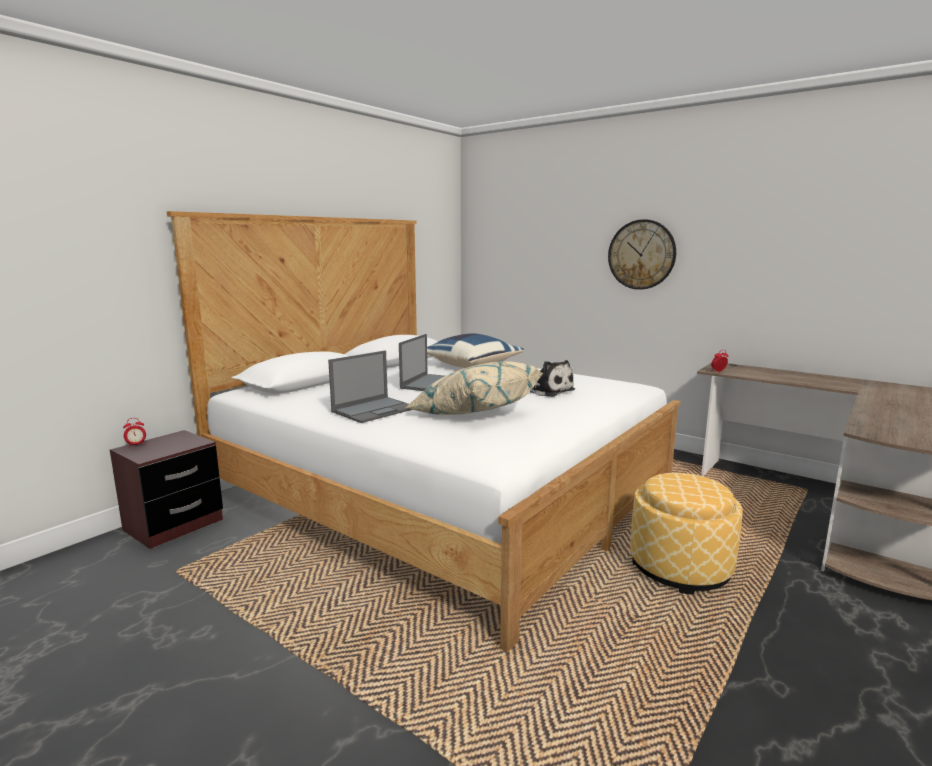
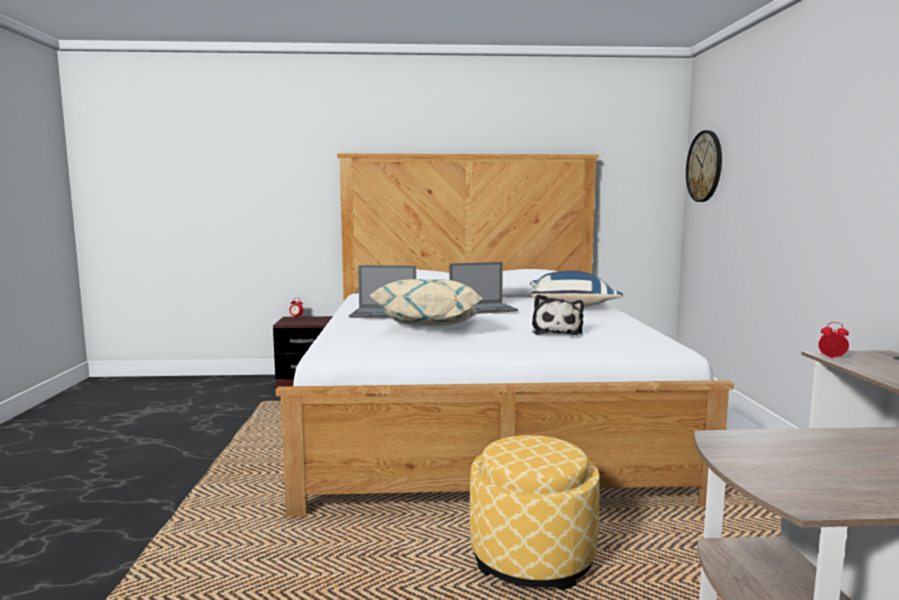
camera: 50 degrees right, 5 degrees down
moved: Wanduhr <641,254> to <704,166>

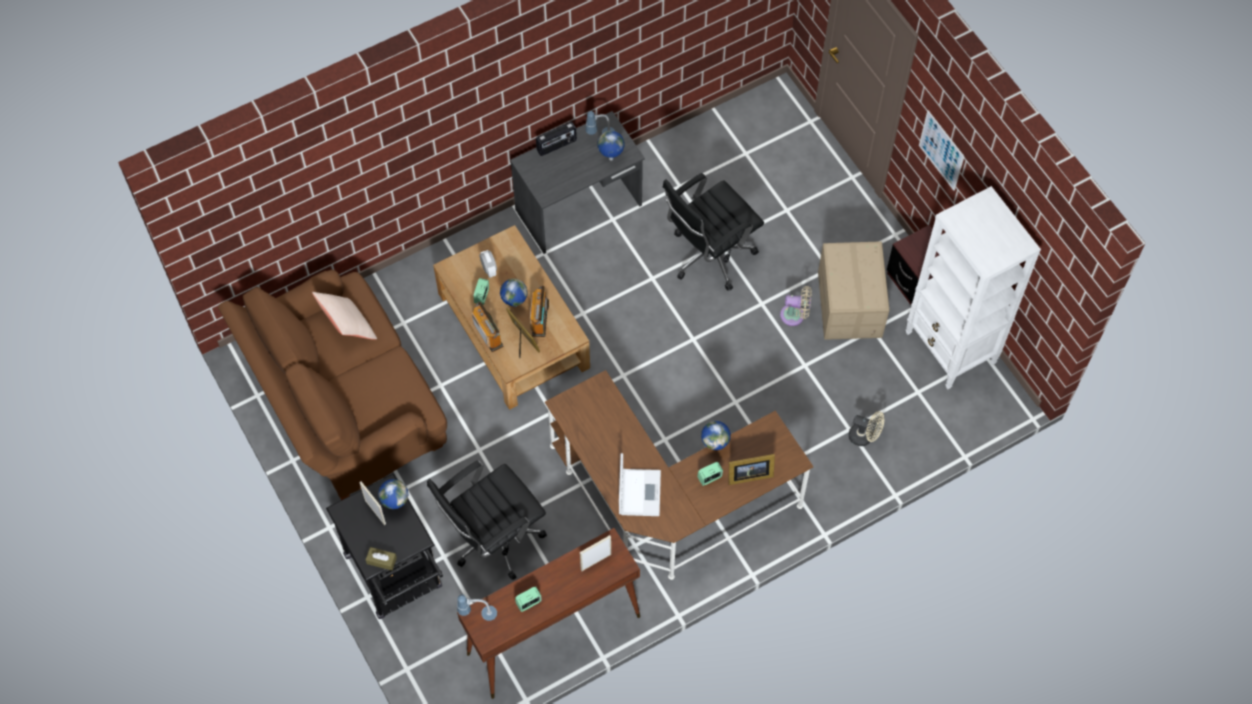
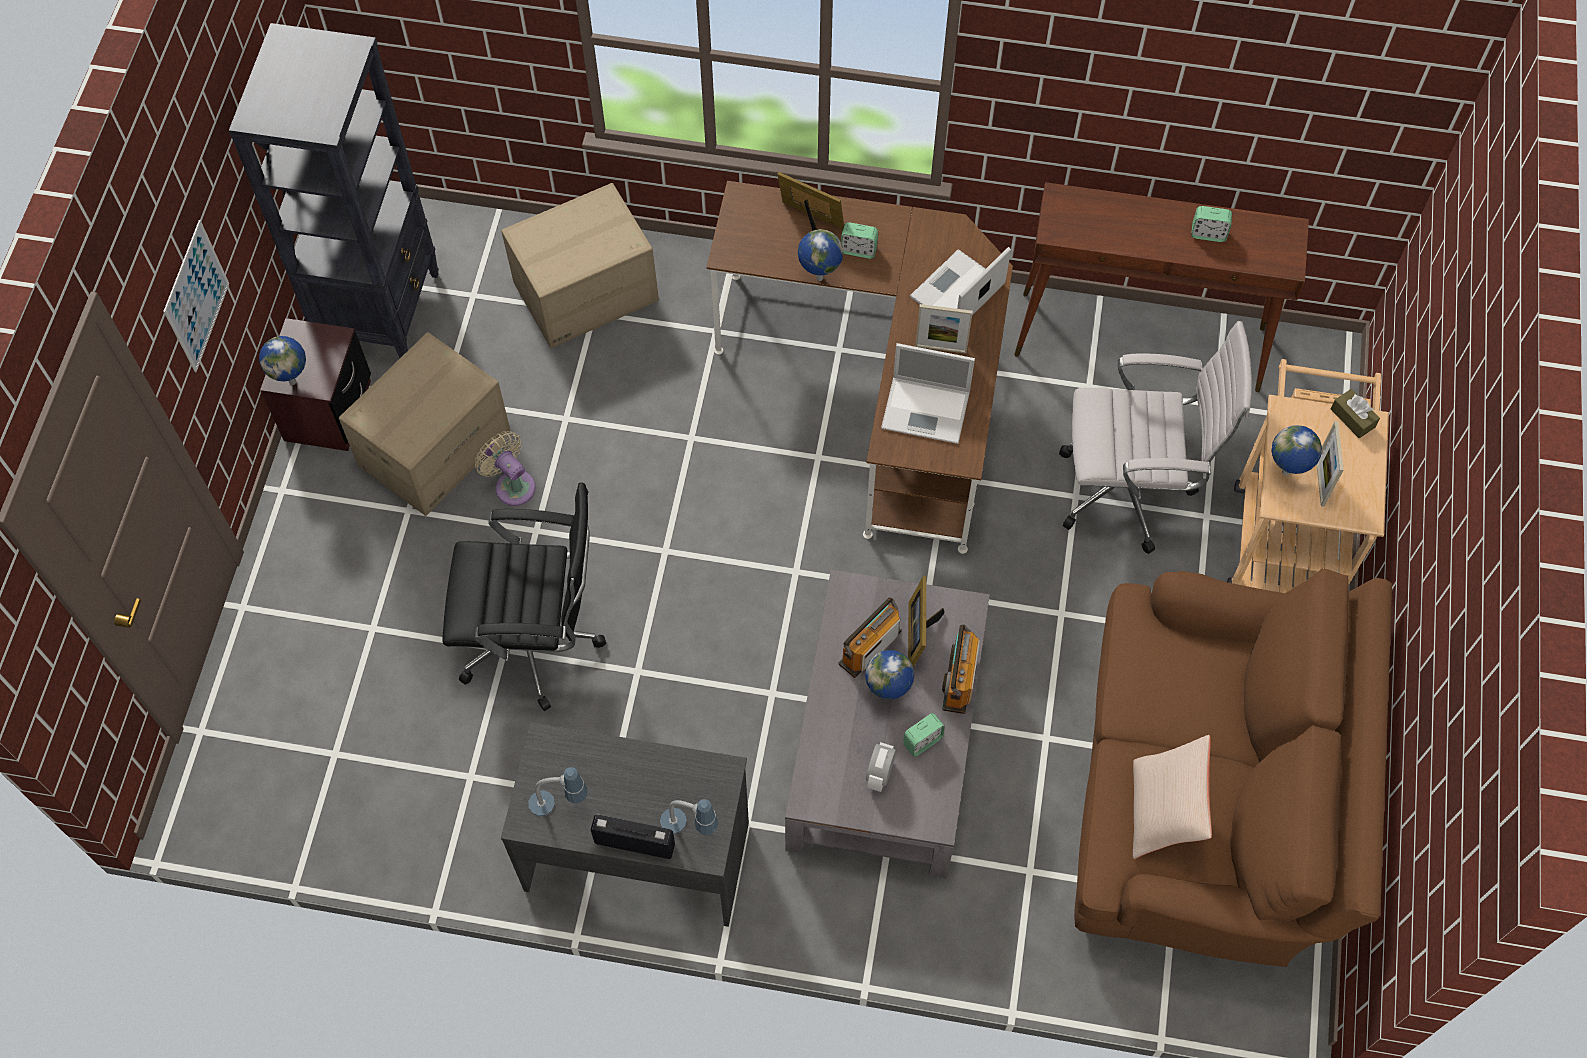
camera: 140 degrees left, 0 degrees up
added: Laptop <927,410>
moved: Globus <611,159> to <293,381>; Tischlampe <478,615> to <690,829>; Bilderrahmen <596,562> to <941,348>
replaced: Ventilator [beige] <864,437> to Karton <586,293>
recoloured: Bücherregal [weiß] <950,349> to Bücherregal [schwarz] <382,312>; Couchtisch [braun] <513,330> to Couchtisch [grau] <885,742>; Bürostuhl [schwarz] <493,540> to Bürostuhl [weiß] <1130,491>; Rollwagen [schwarz] <397,578> to Rollwagen [beige] <1284,532>

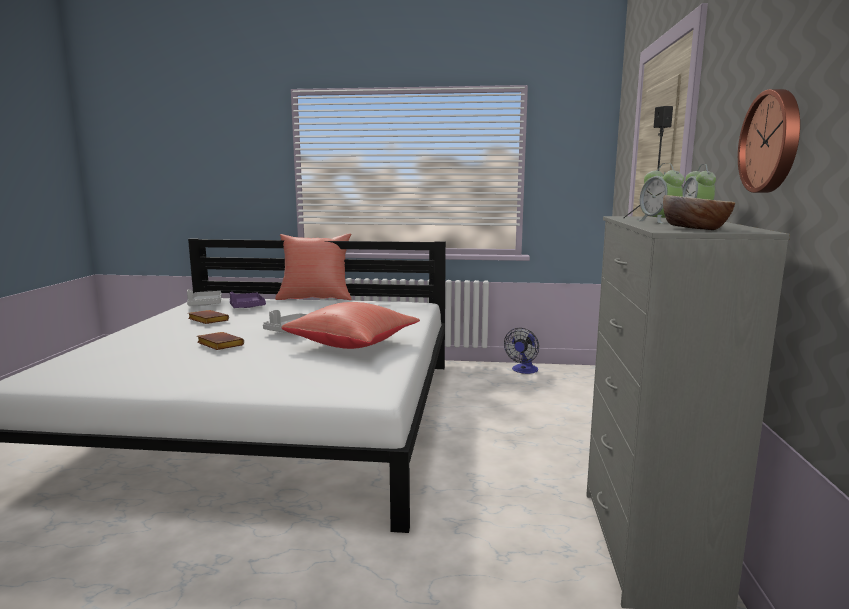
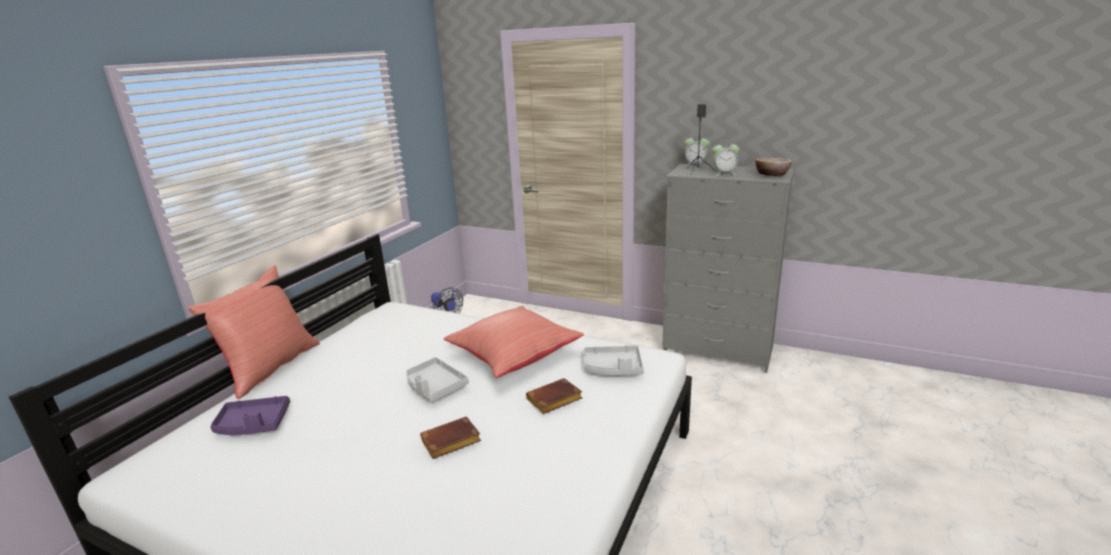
camera: 70 degrees left, 10 degrees up
removed: Wanduhr <772,142>
moved: Buch [braun] <207,320> to <553,401>; Tablett [grau] <205,304> to <613,368>

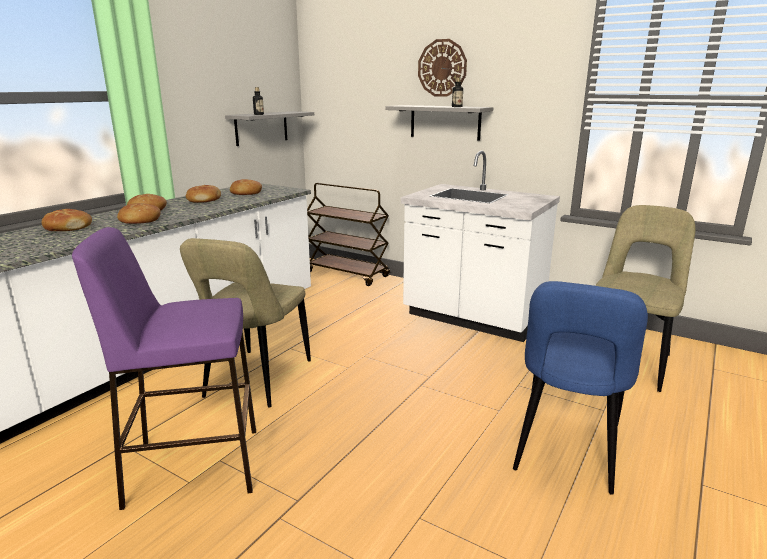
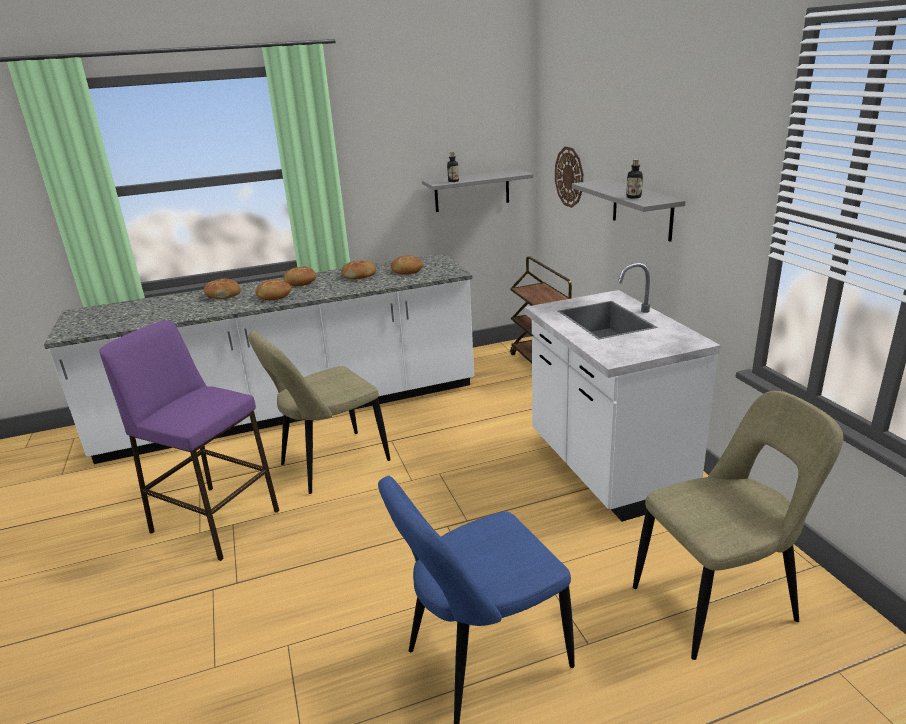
camera: 40 degrees right, 5 degrees up
moved: Wanduhr <442,68> to <569,177>

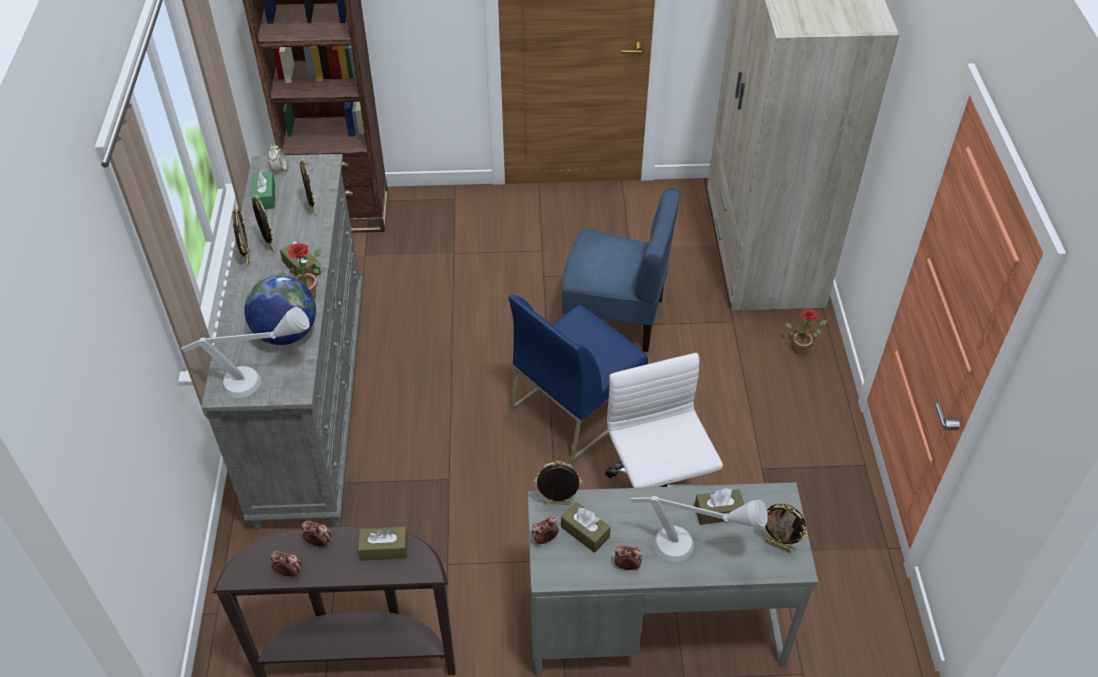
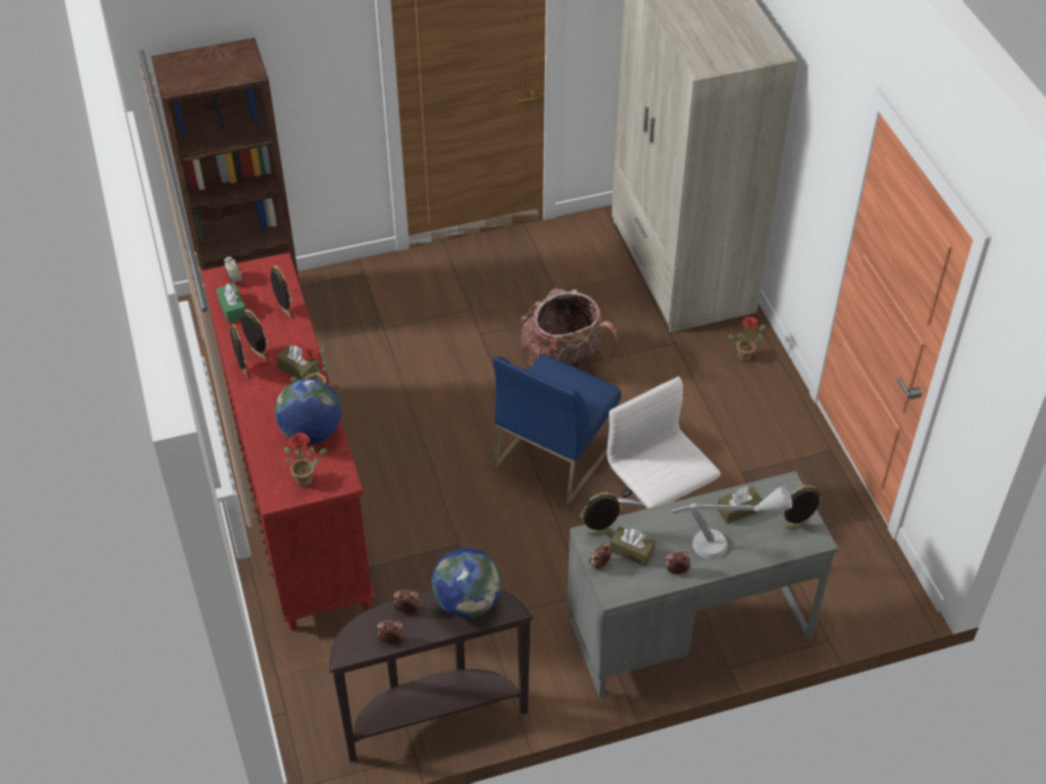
camera: 15 degrees left, 0 degrees up
replaced: Tischlampe [grau] <262,380> to Topfpflanze <308,479>; Taschentuchbox [braun] <384,548> to Globus <467,602>; Stuhl [blau] <615,318> to Rucksack <563,361>
recoloured: Kommode [grau] <312,402> to Kommode [rot] <299,501>
turned: Bilderrahmen <778,546> = <797,526> 150 degrees clockwise

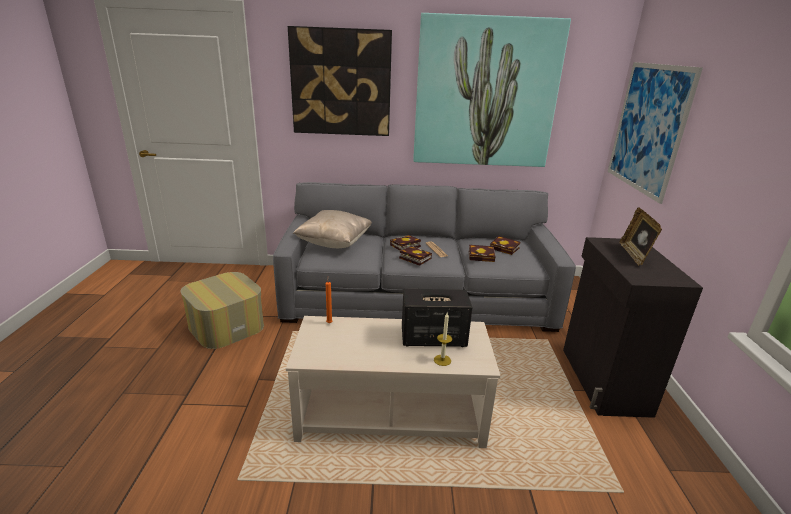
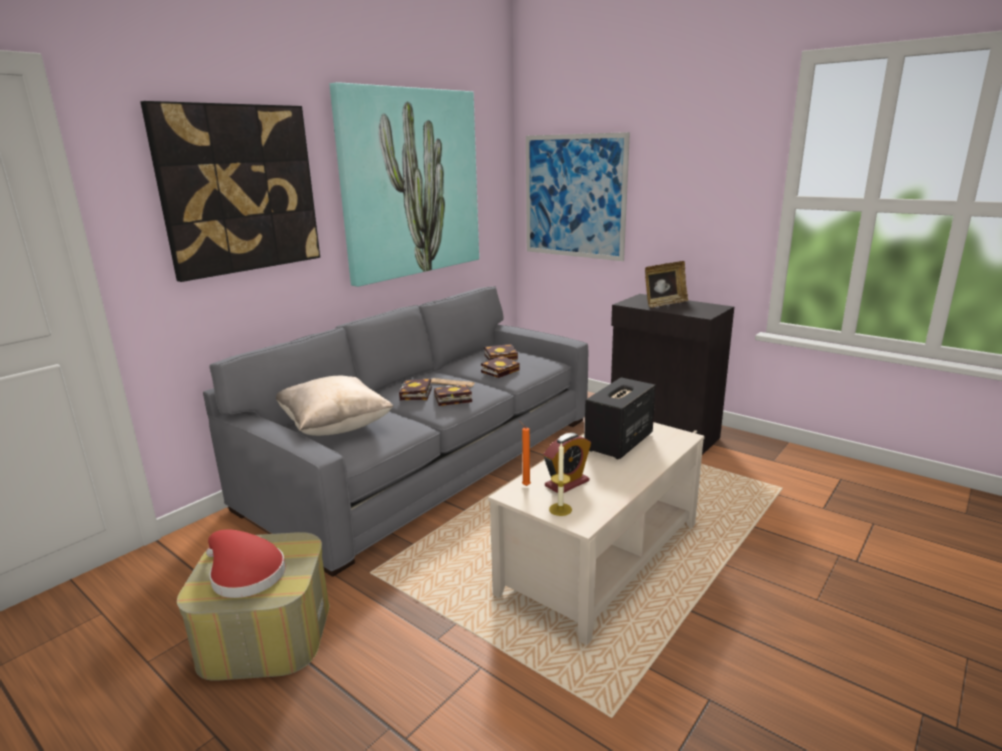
camera: 50 degrees left, 5 degrees down
added: Hut [rot] <244,574>; Wecker <567,483>
moved: Kerze <442,360> to <560,509>
turned: Bilderrahmen <634,255> = <664,303> 75 degrees counterclockwise

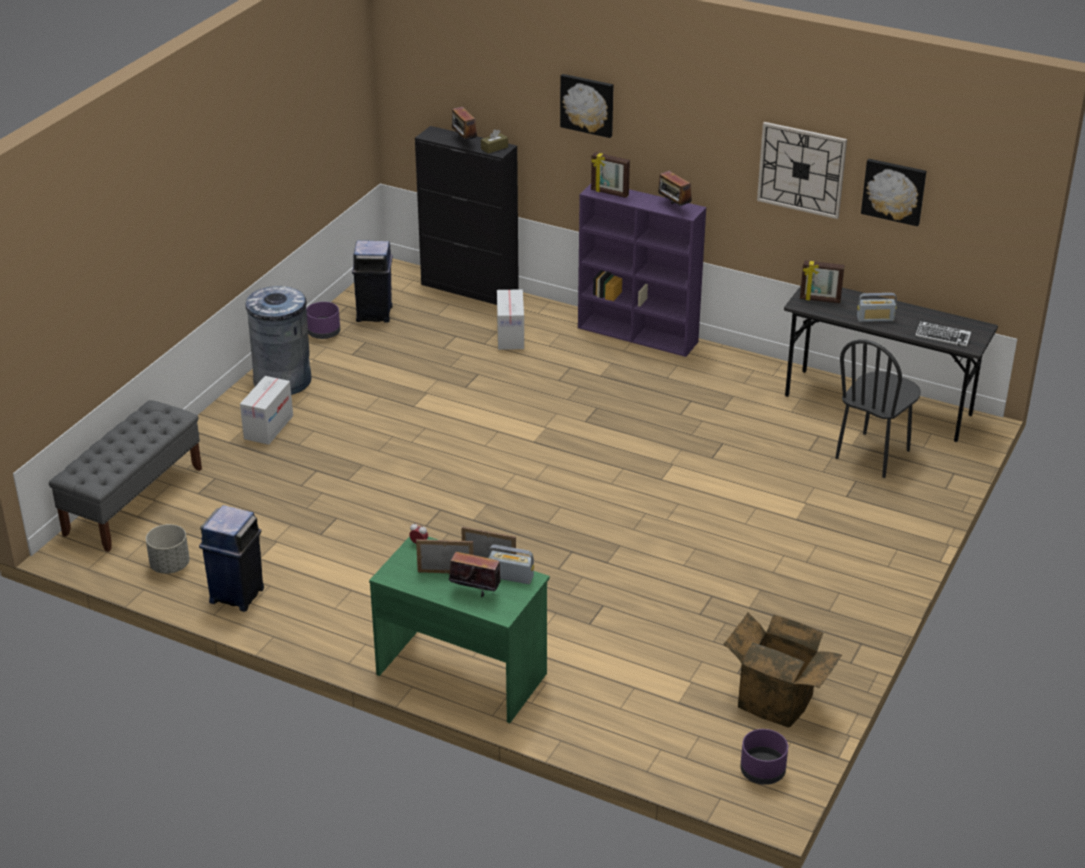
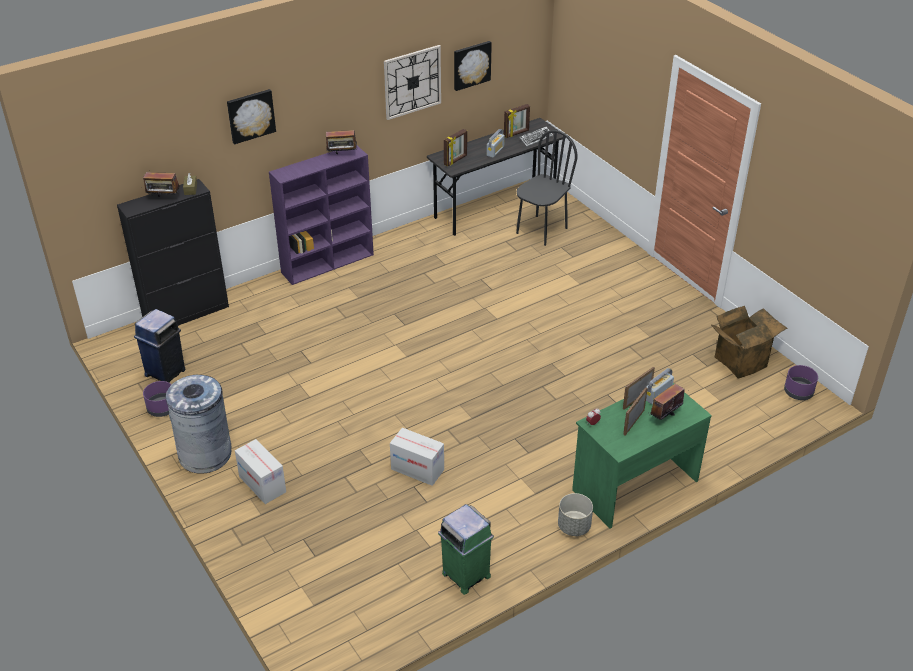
camera: 60 degrees left, 5 degrees up
removed: Bank [grau] <134,501>
moved: Karton <510,336> to <417,469>; Bilderrahmen <609,193> to <516,133>; Pflanzkübel [grau] <170,565> to <573,526>
recoloured: Mülleimer [blau] <237,594> to Mülleimer [grün] <465,574>
turned: Stuhl [schwarz] <873,454> = <541,230> 120 degrees counterclockwise

